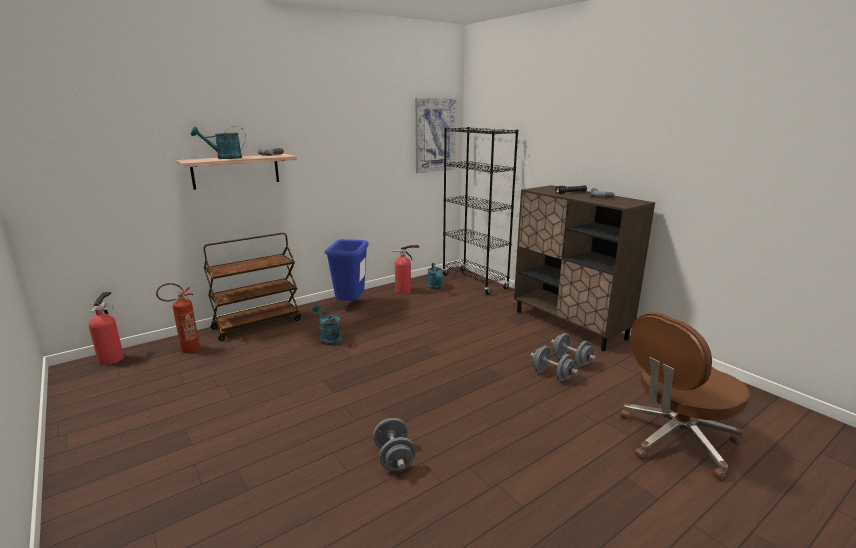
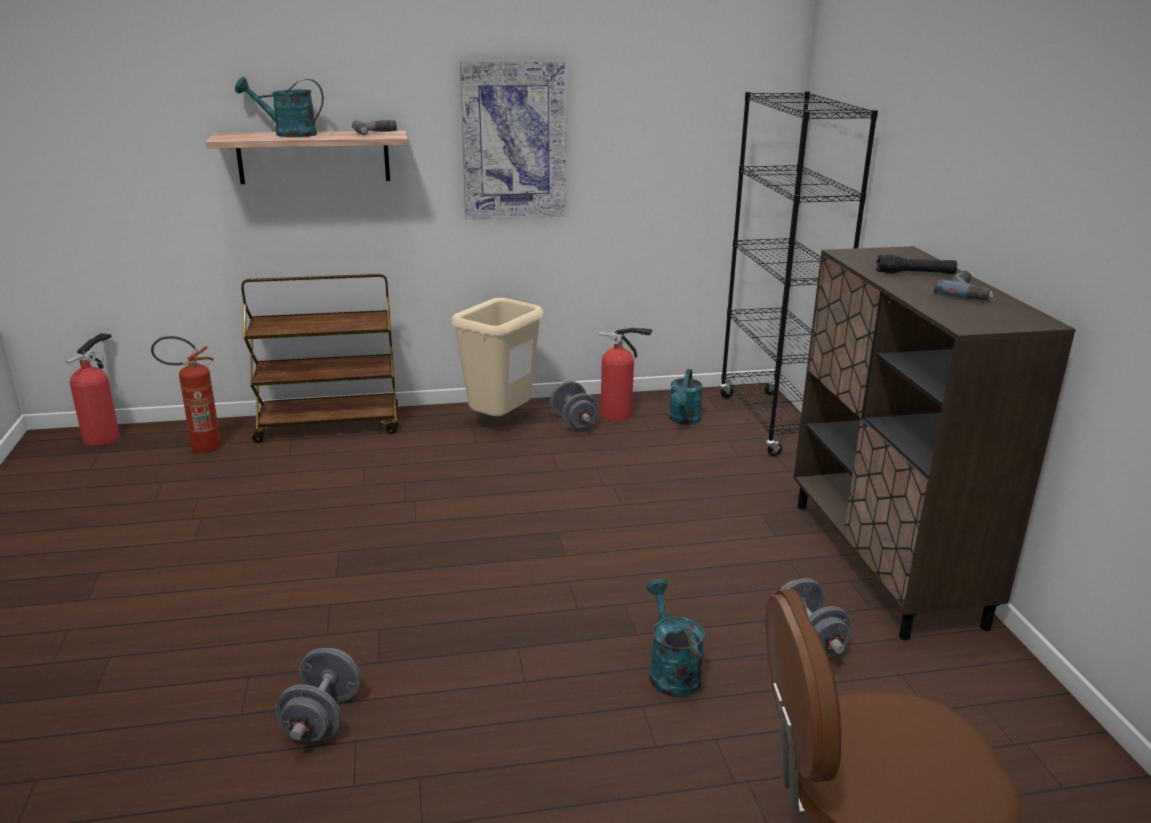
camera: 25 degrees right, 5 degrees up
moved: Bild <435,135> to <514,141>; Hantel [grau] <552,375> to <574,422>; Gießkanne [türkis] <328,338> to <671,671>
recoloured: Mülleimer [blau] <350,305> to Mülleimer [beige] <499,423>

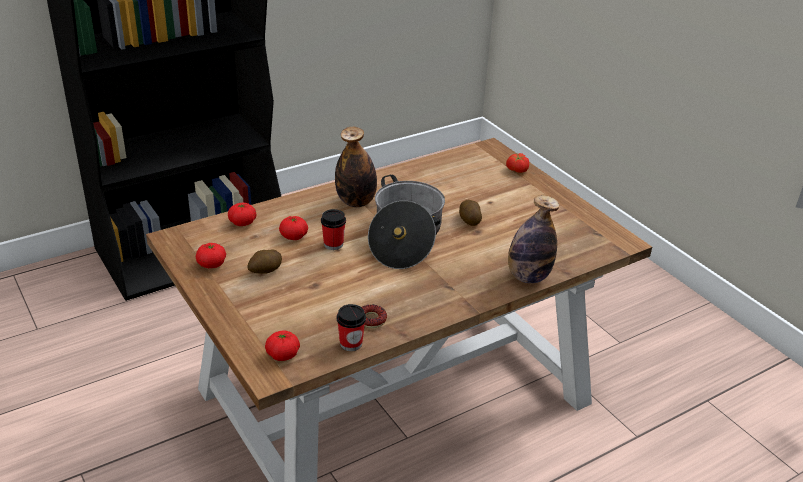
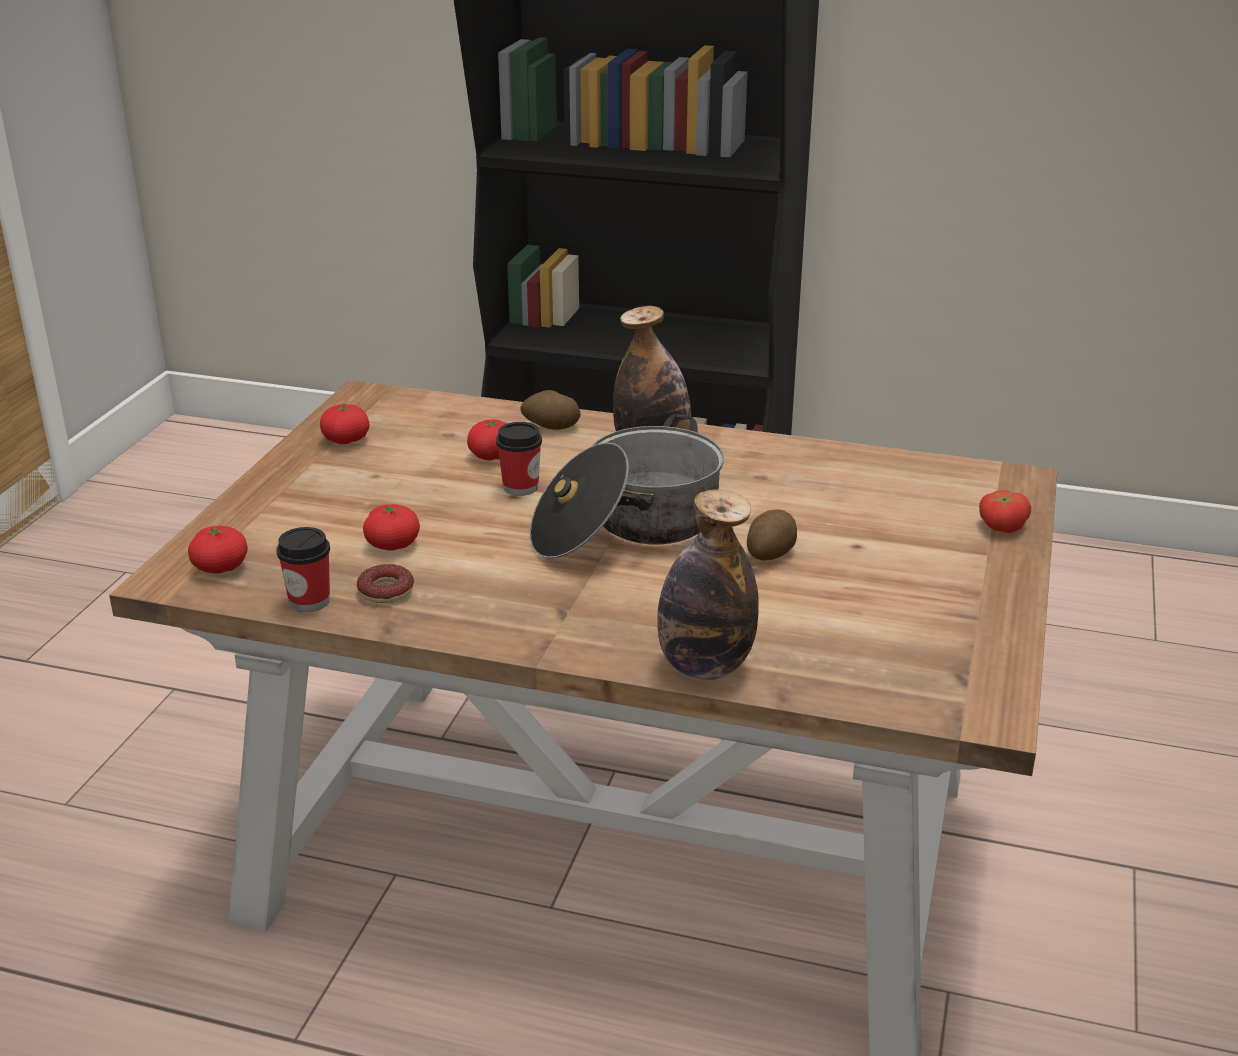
camera: 50 degrees right, 5 degrees down
moved: Tomate <242,223> to <392,545>; Kartoffel <265,271> to <550,426>

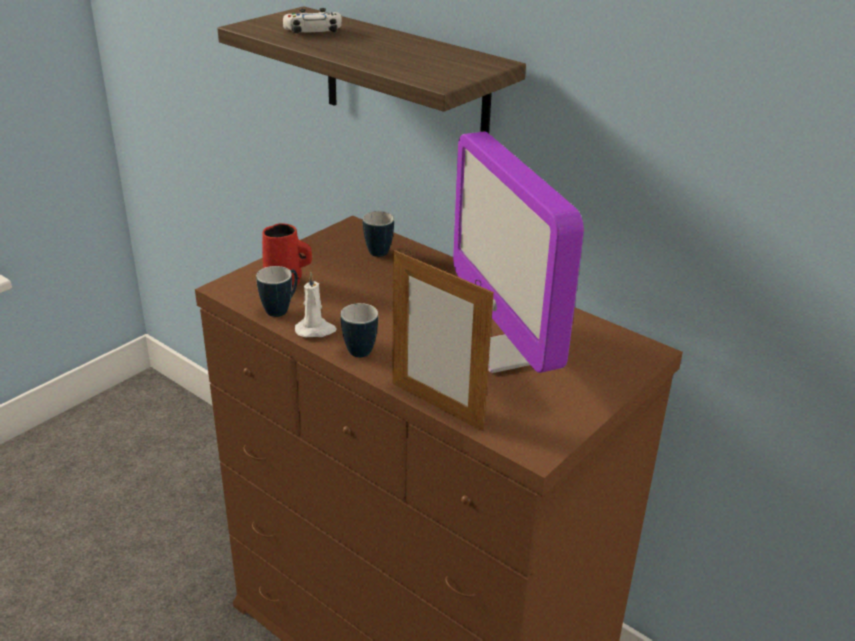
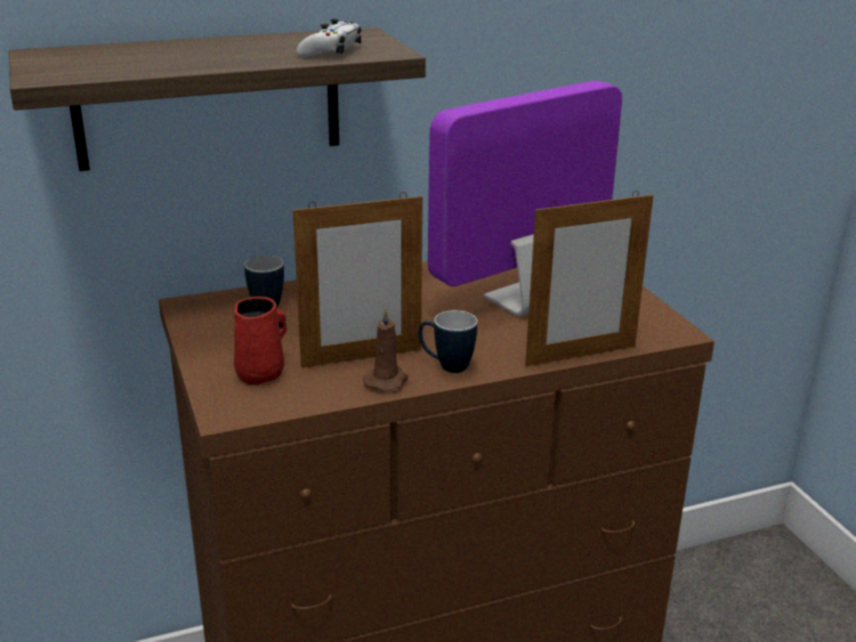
camera: 60 degrees left, 5 degrees down
removed: Henkelbecher <281,309>
added: Bilderrahmen <361,358>
moved: Gamepad [weiß] <313,31> to <330,51>
recoloured: Kerze [weiß] <316,330> to Kerze [braun] <387,380>
turned: Monitor <507,353> = <523,301> 135 degrees clockwise

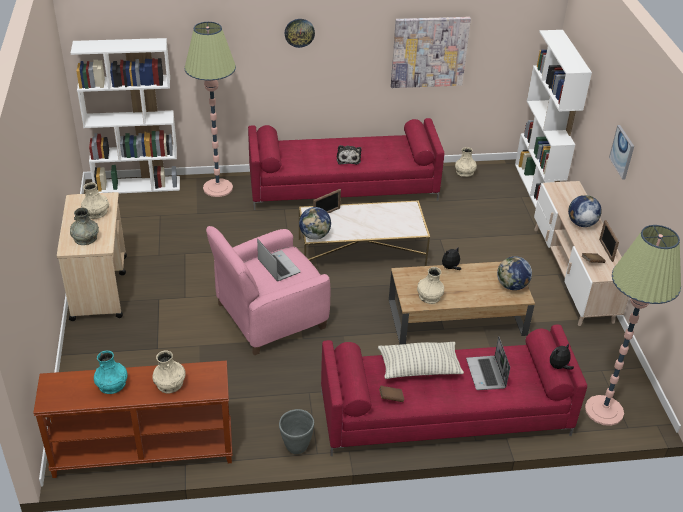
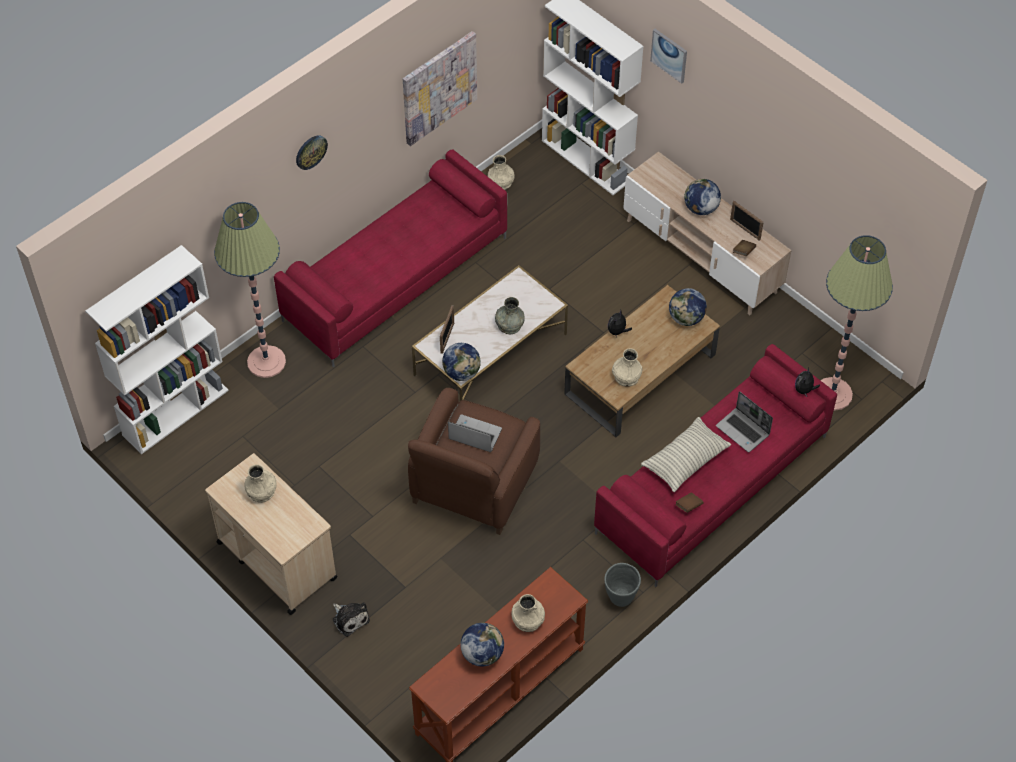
camera: 35 degrees left, 15 degrees up
moved: Plüschtier <348,159> to <350,618>; Vase [grau] <85,238> to <509,324>; Bild <622,152> to <669,55>
replaced: Vase [türkis] <112,384> to Globus <482,654>
recoloured: Sessel [rosa] <269,316> to Sessel [braun] <473,484>

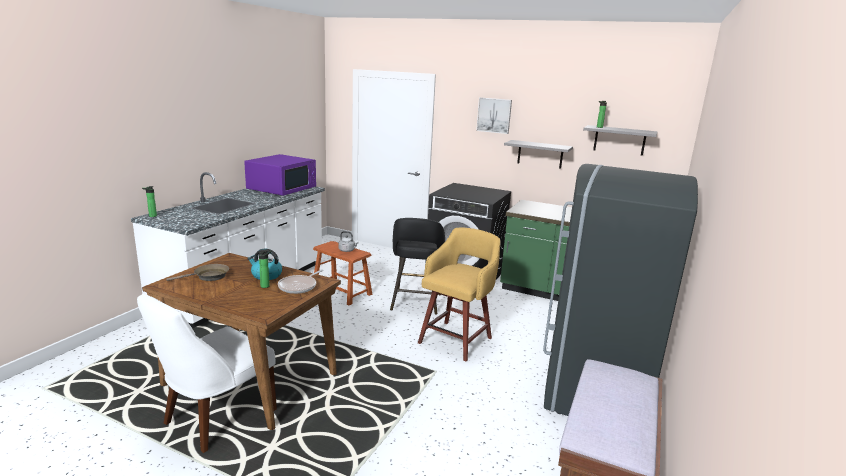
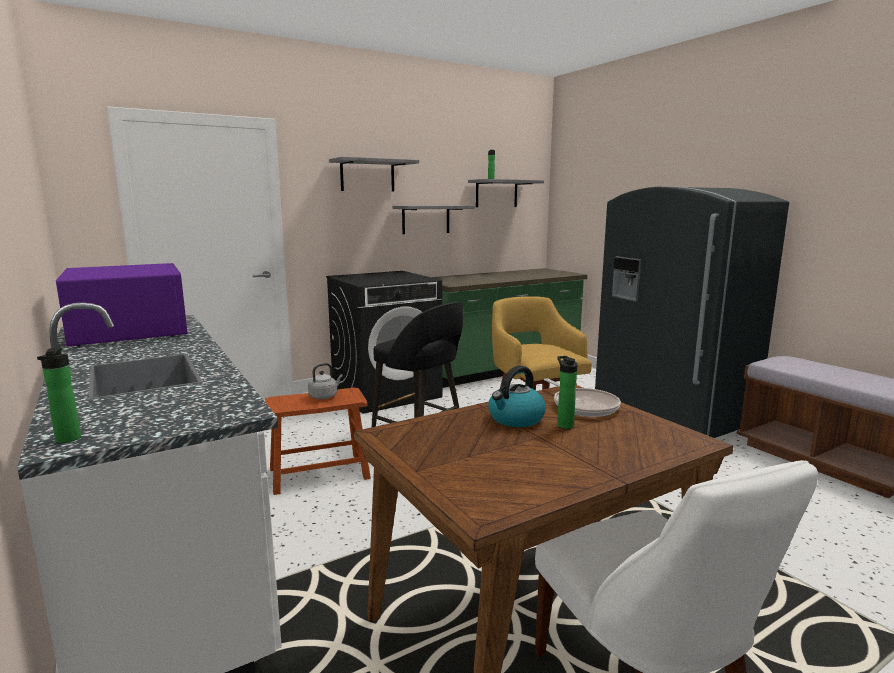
camera: 55 degrees left, 5 degrees down
removed: Pfanne [braun] <208,276>
replaced: Bild <494,115> to Wandregal [grau] <367,176>

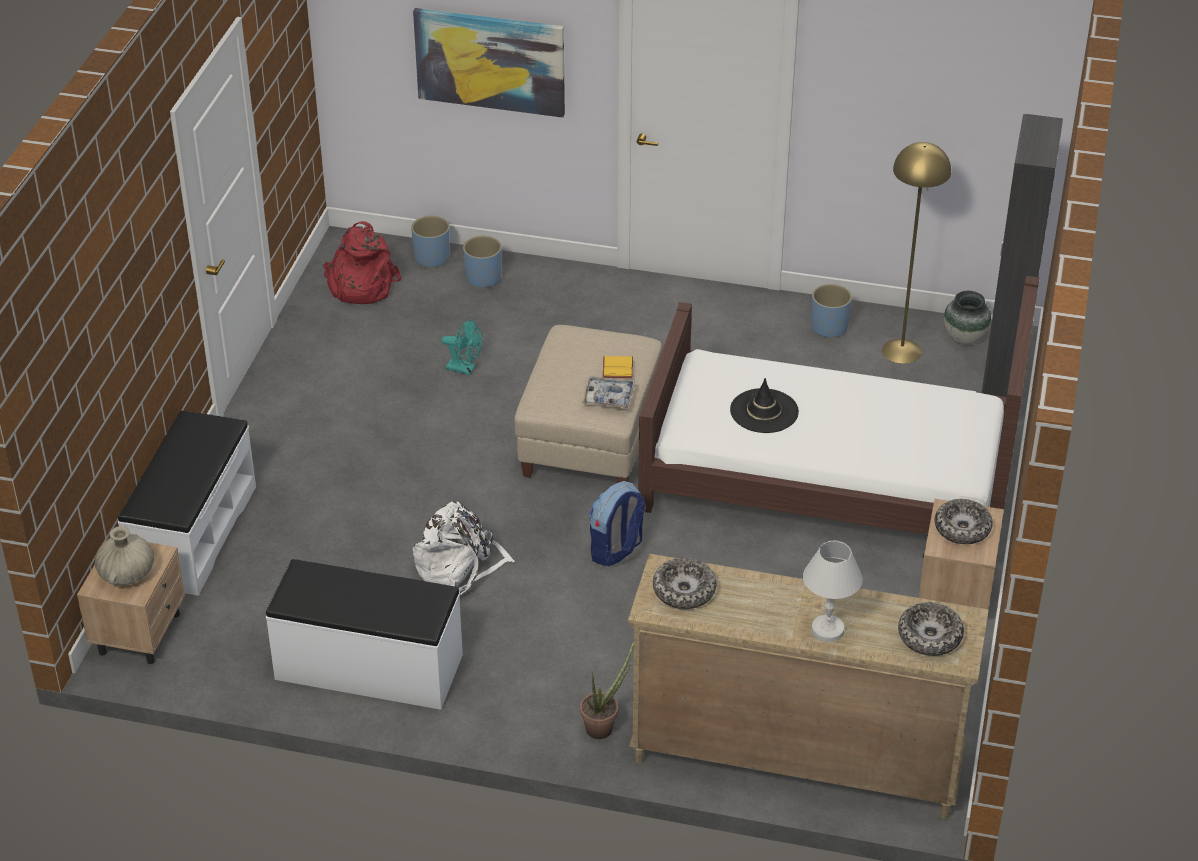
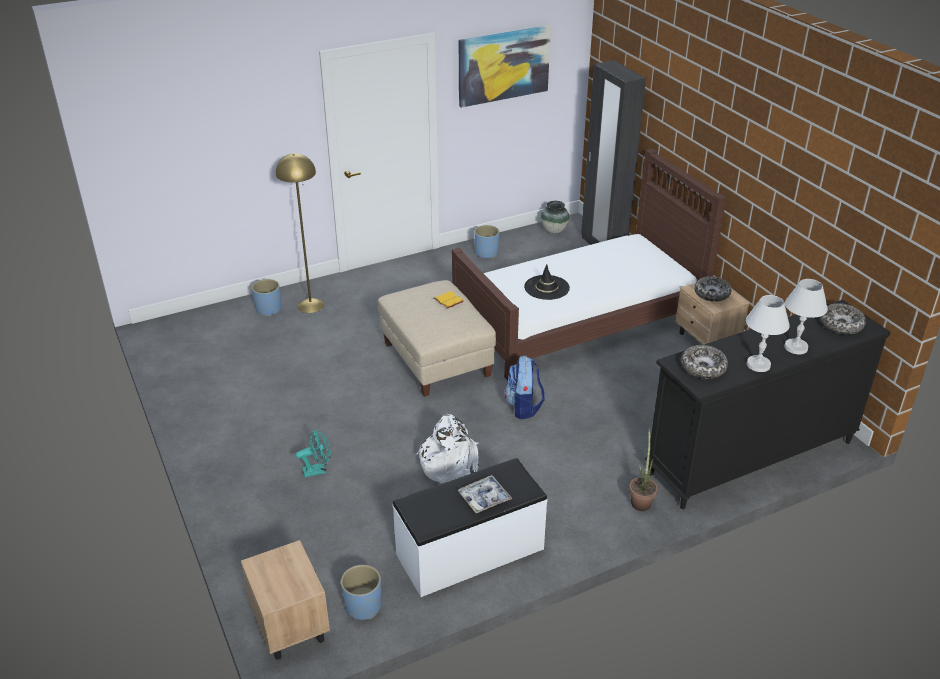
camera: 40 degrees left, 5 degrees down
removed: Vase [beige] <127,574>; Bank [weiß] <193,534>; Rucksack [rot] <360,286>
added: Tischlampe [weiß] <758,365>
moved: Stehlampe [gelb] <902,351> to <310,305>; Ventilator [türkis] <465,369> to <318,470>; Pflanzkübel [blau] <431,258> to <362,607>; Tablett <608,397> to <484,498>; Bild <490,61> to <503,65>
recoloured: Kommode [beige] <794,759> to Kommode [schwarz] <750,458>

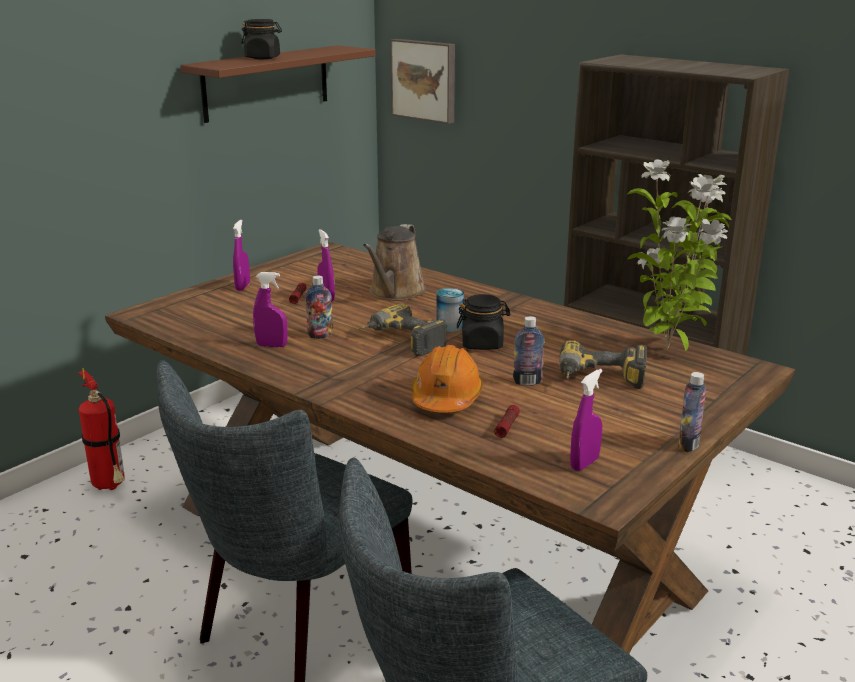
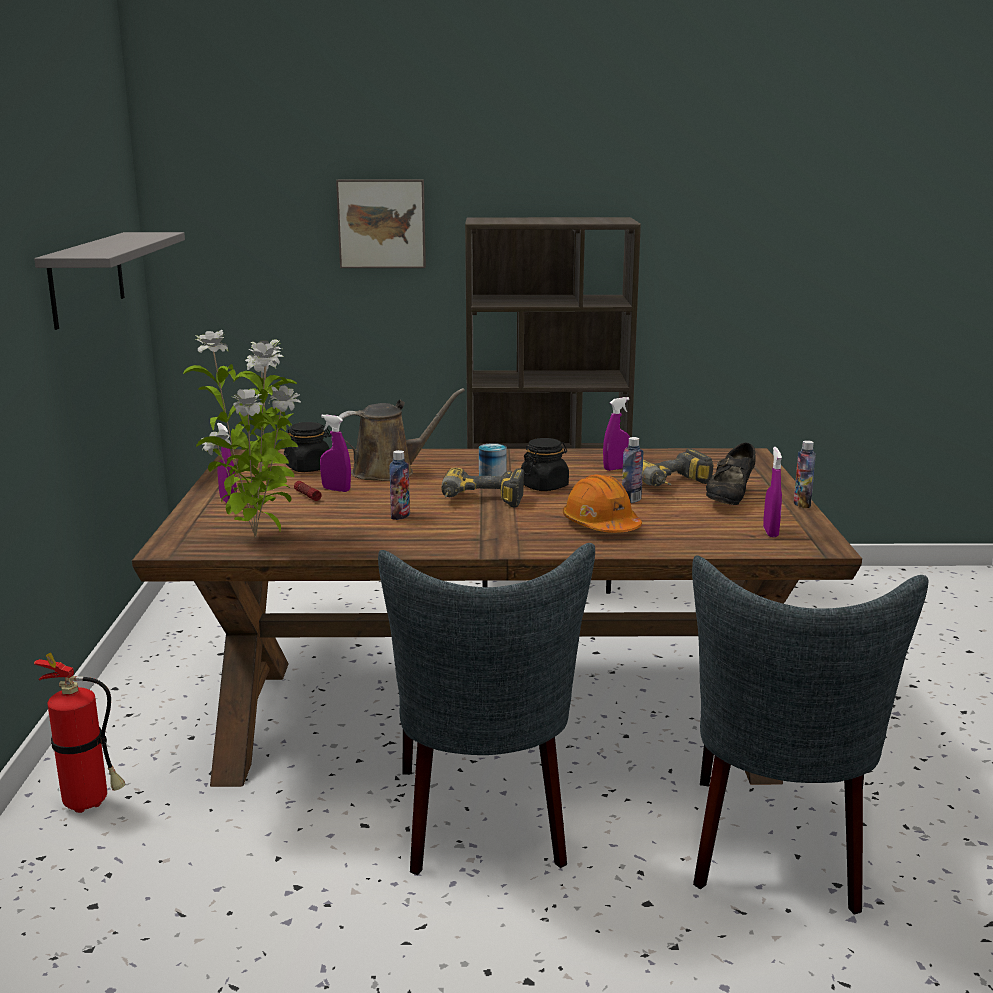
camera: 40 degrees left, 5 degrees down
removed: Taschenlampe <507,426>
added: Schuh [schwarz] <730,499>
moved: Topfpflanze <669,350> to <258,537>; Vorratsglas [schwarz] <263,58> to <309,468>; Bild <425,80> to <382,223>; Sprühflasche [lila] <271,345> to <616,468>
recoloured: Wandregal [braun] <266,83> to Wandregal [grau] <87,278>
turned: Gießkanne [braun] <395,293> = <389,471> 90 degrees counterclockwise

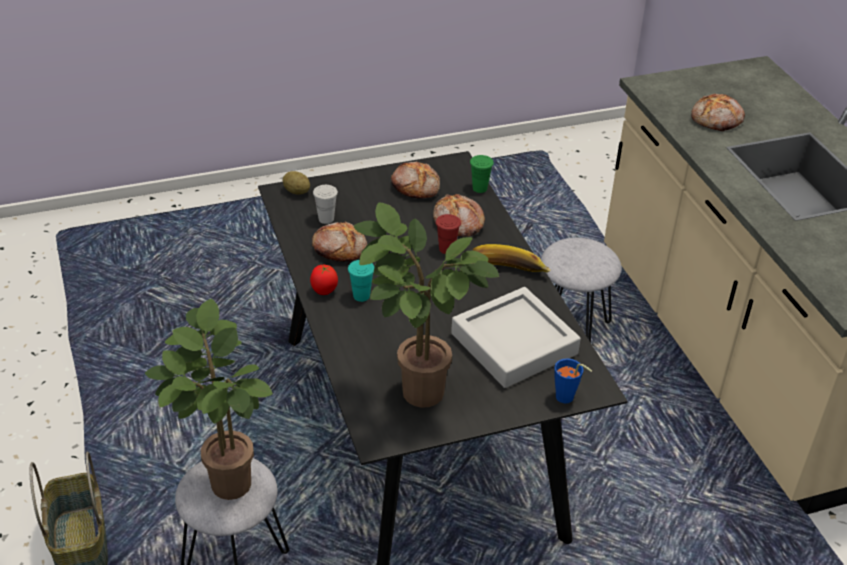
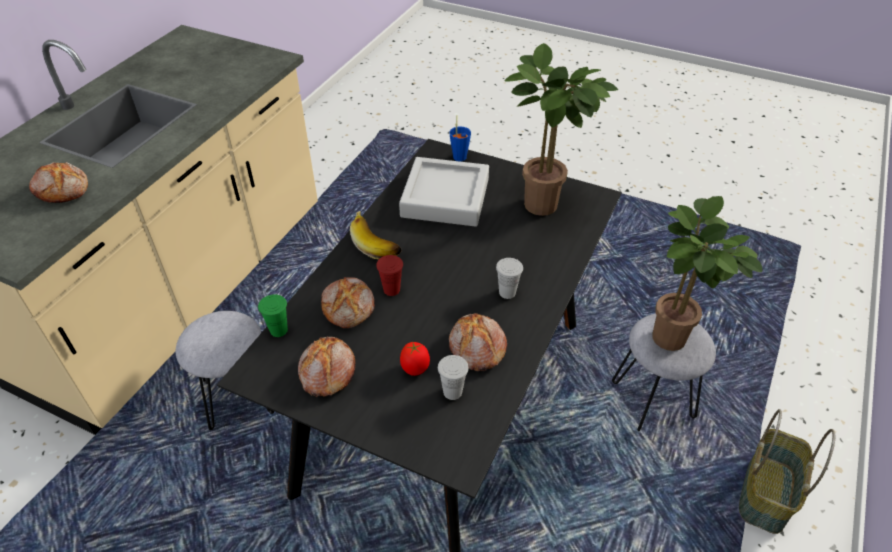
camera: 135 degrees left, 5 degrees up
removed: Kartoffel <296,191>
moved: Tomate <324,291> to <415,369>
recoloured: Tasse [türkis] <361,296> to Tasse [weiß] <507,292>

